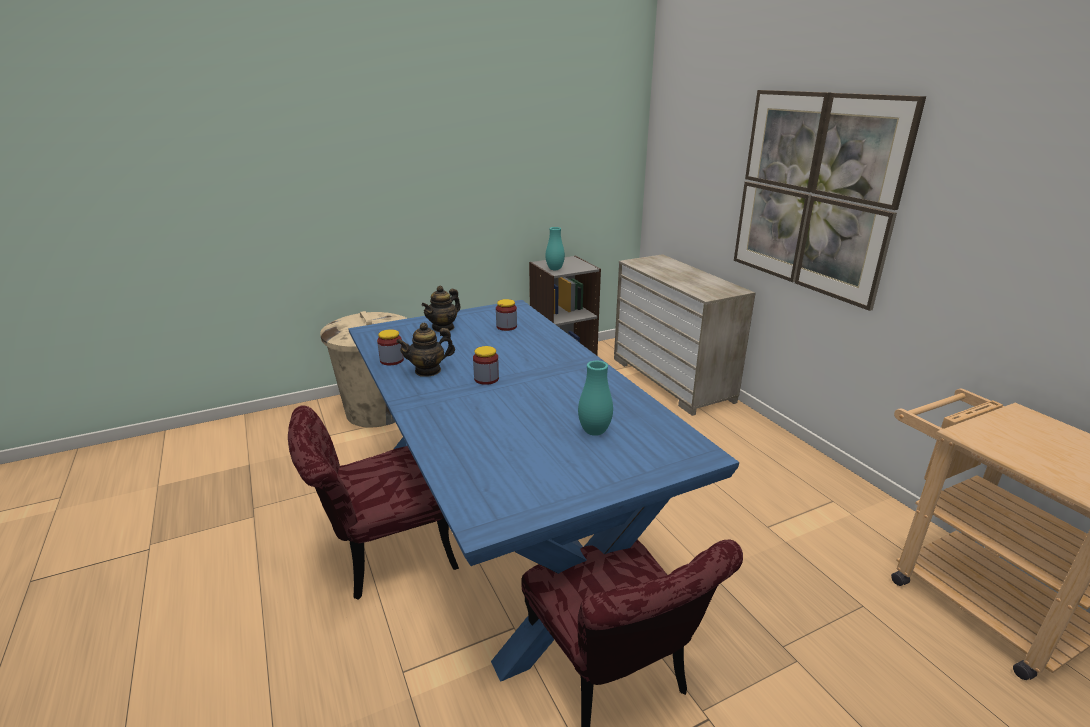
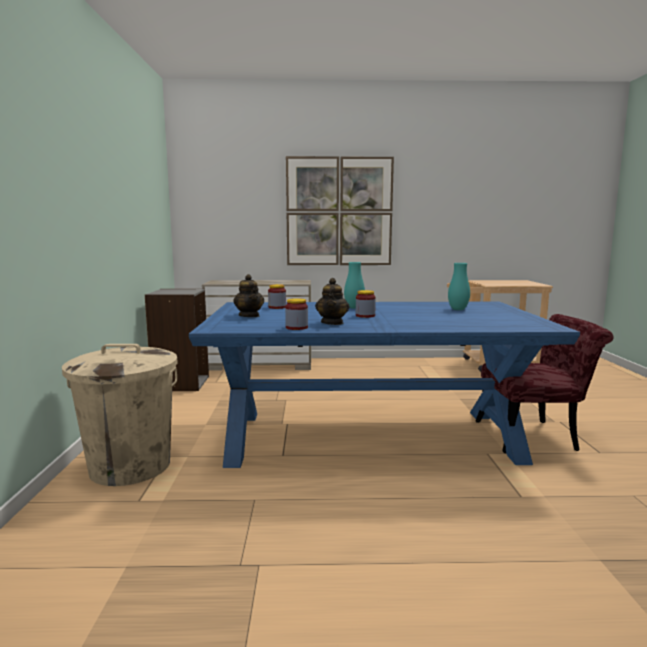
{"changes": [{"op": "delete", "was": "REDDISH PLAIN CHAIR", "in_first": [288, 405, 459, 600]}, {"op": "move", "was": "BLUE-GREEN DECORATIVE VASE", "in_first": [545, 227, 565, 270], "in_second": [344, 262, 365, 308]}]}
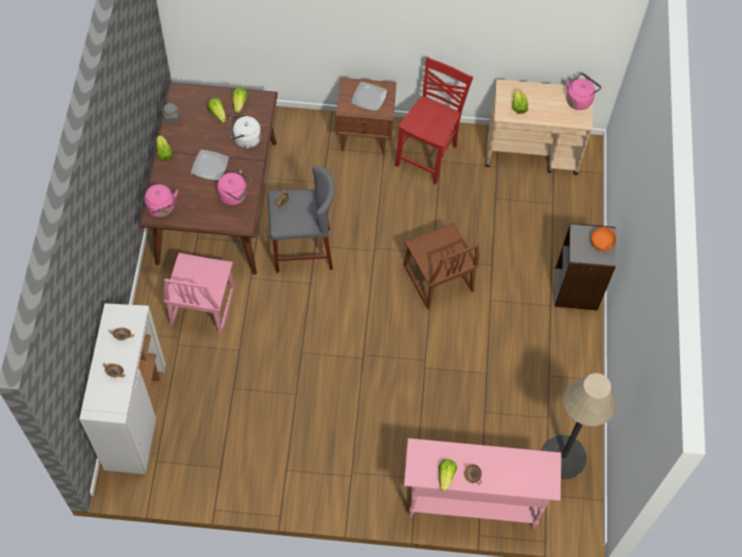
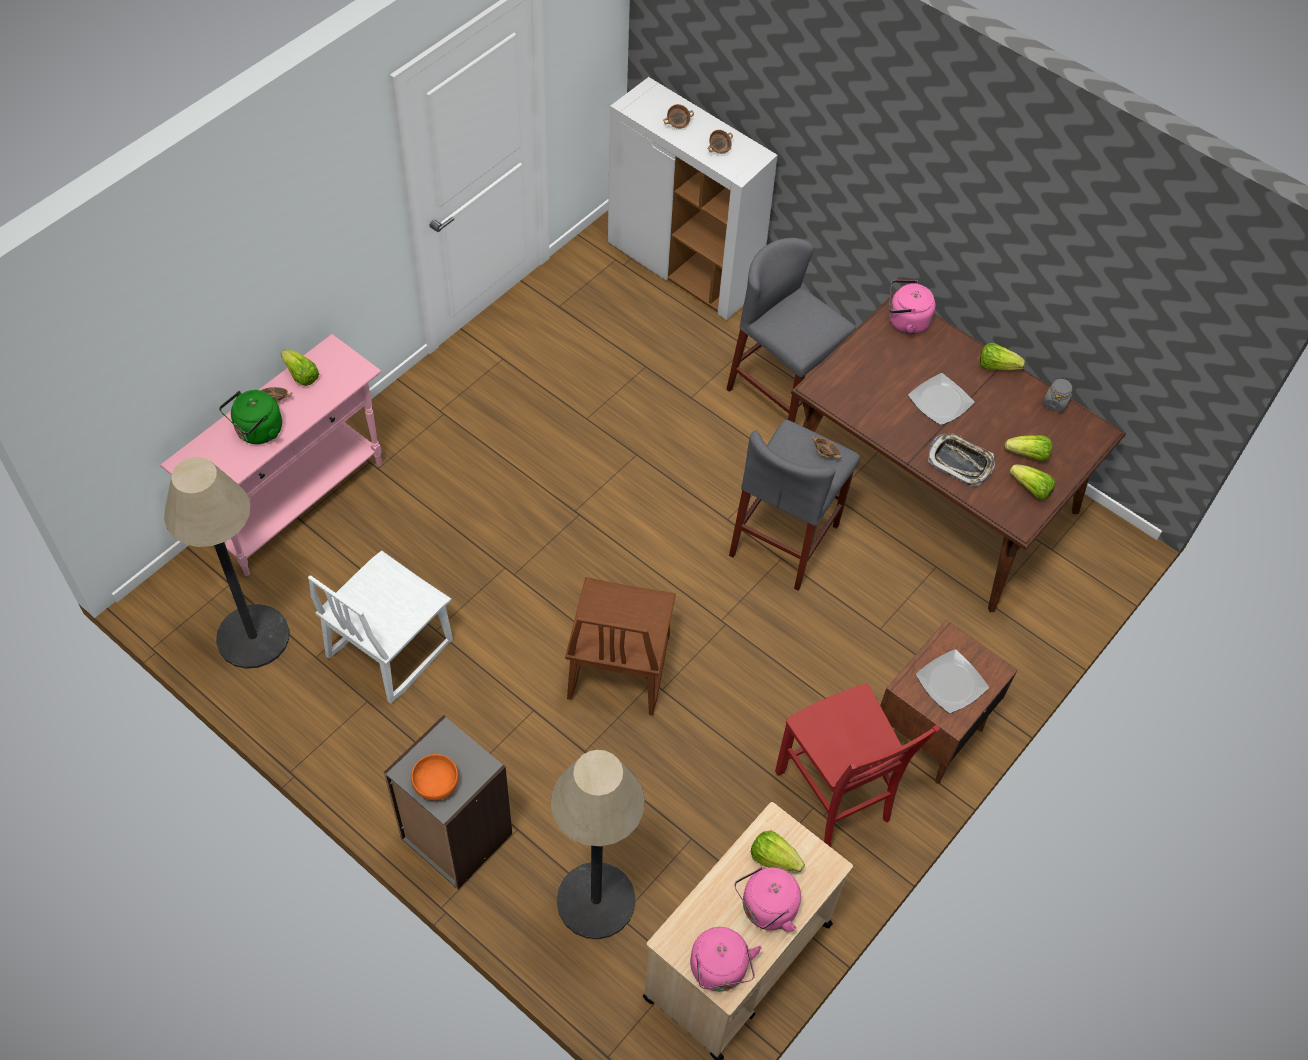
{"changes": [{"op": "insert", "now": "GREEN-COLOURED TEA KETTLE", "in_second": [219, 390, 282, 444]}, {"op": "insert", "now": "WHITE PLAIN CHAIR", "in_second": [308, 551, 453, 704]}, {"op": "insert", "now": "FLOOR LAMP", "in_second": [551, 750, 645, 939]}, {"op": "move", "was": "PINKISH TEA KETTLE", "in_first": [217, 170, 251, 205], "in_second": [735, 867, 801, 932]}, {"op": "replace", "was": "PINKISH PLAIN CHAIR", "now": "GREYISH STOOL", "in_first": [164, 253, 235, 335], "in_second": [726, 238, 856, 423]}, {"op": "replace", "was": "WHITE TEA KETTLE", "now": "CARRYING TRAY", "in_first": [230, 114, 261, 149], "in_second": [928, 433, 995, 486]}, {"op": "rotate", "was": "BROWNISH PLAIN CHAIR", "in_first": [404, 223, 479, 310], "in_second": [565, 577, 676, 715], "clockwise": -90}]}
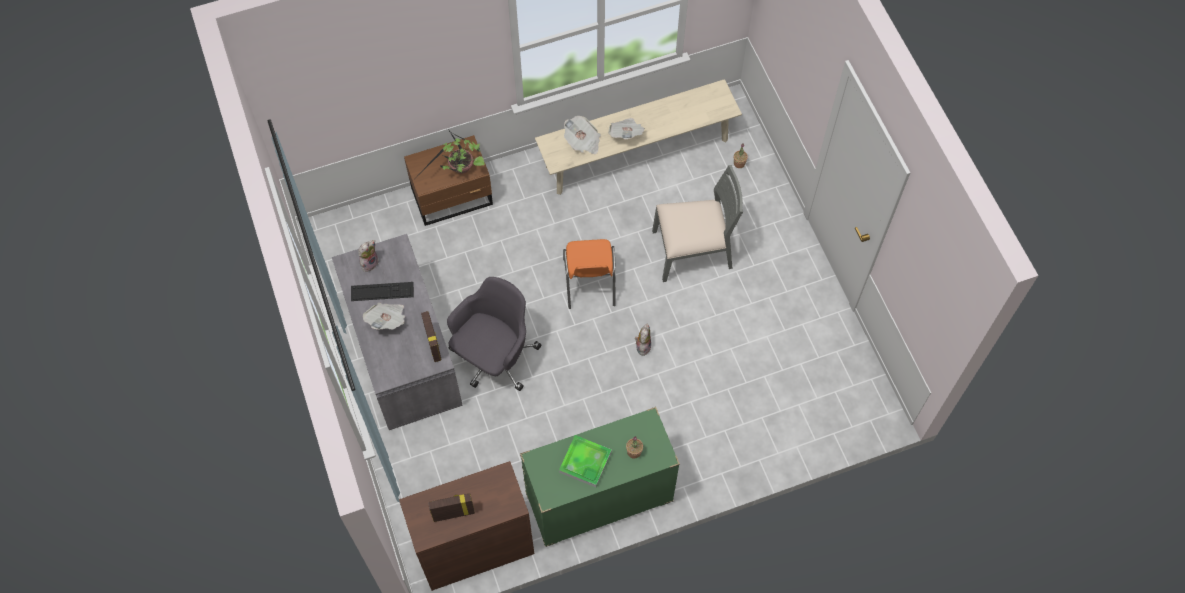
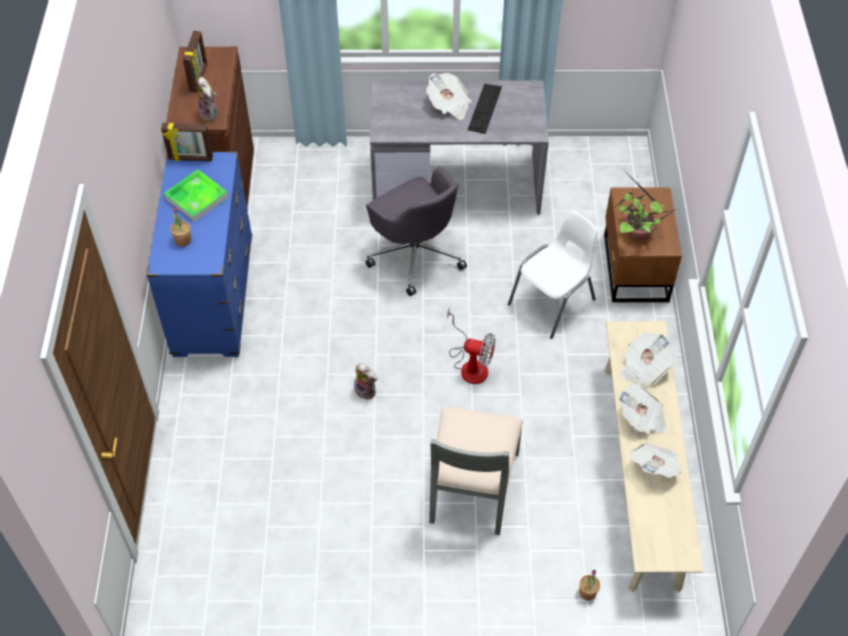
{"changes": [{"op": "insert", "now": "WHITE PLAIN CHAIR", "in_second": [508, 211, 598, 339]}, {"op": "insert", "now": "DAILY PAPER", "in_second": [630, 442, 682, 478]}, {"op": "move", "was": "PLUSH TOY", "in_first": [358, 240, 379, 272], "in_second": [197, 77, 217, 121]}, {"op": "move", "was": "PICTURE FRAME", "in_first": [421, 311, 441, 362], "in_second": [161, 123, 213, 161]}, {"op": "replace", "was": "ORANGE-COLOURED PLAIN CHAIR", "now": "COOLING FAN", "in_first": [563, 239, 616, 309], "in_second": [447, 307, 495, 384]}, {"op": "recolor", "was": "GREEN-COLOURED CHEST OF DRAWERS", "now": "BLUE CHEST OF DRAWERS", "in_first": [520, 407, 680, 547], "in_second": [146, 151, 252, 357]}]}
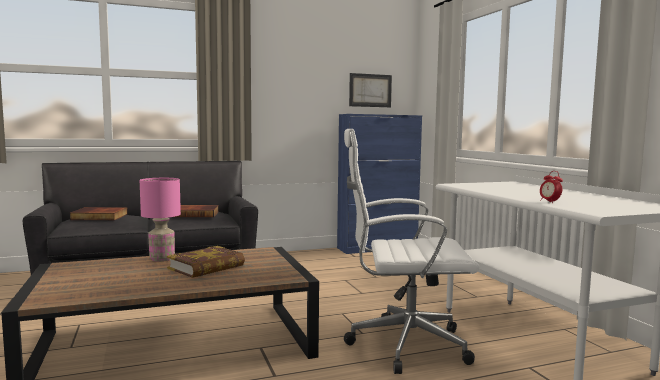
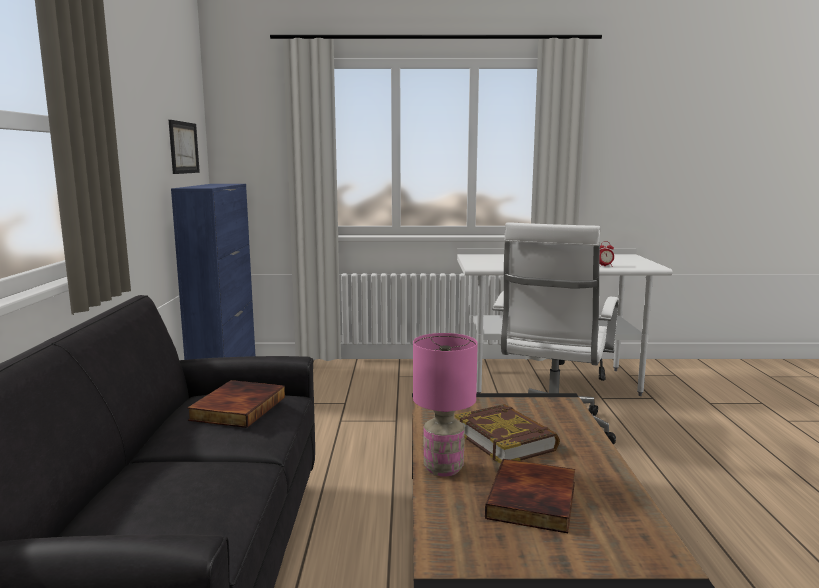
{"changes": [{"op": "move", "was": "BOUND BOOK", "in_first": [70, 207, 128, 220], "in_second": [485, 459, 575, 533]}]}
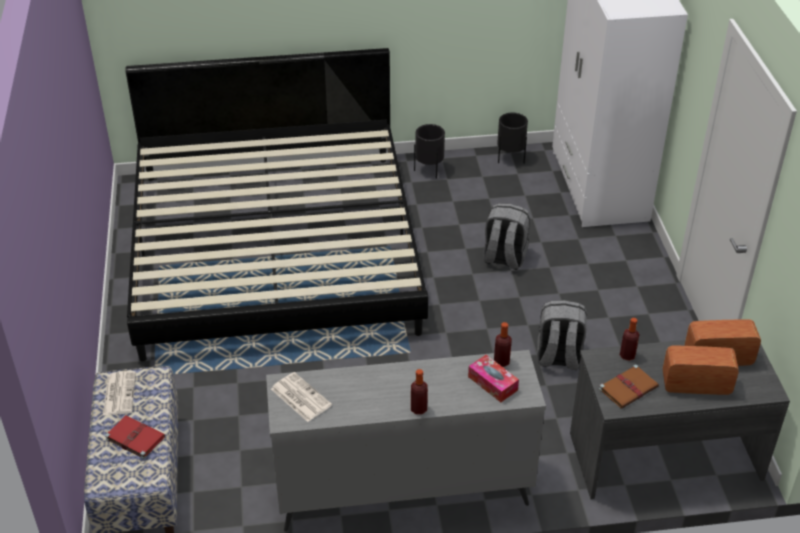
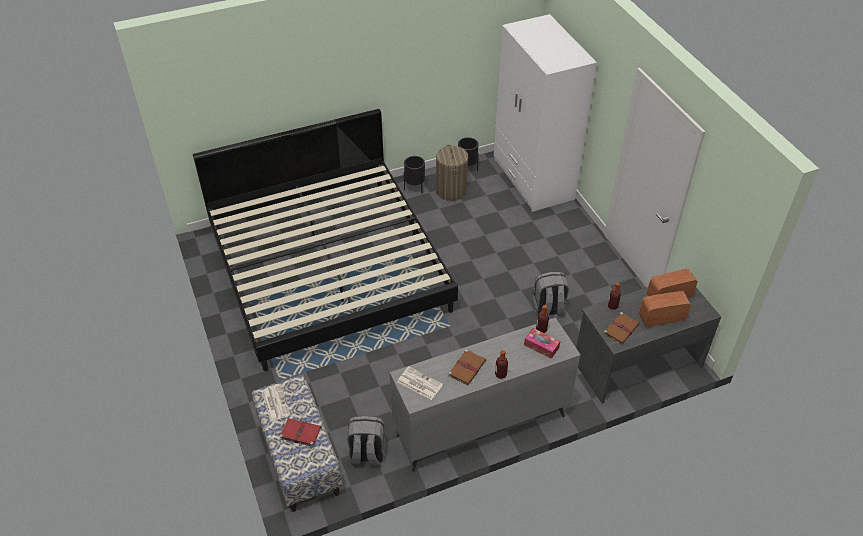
{"changes": [{"op": "insert", "now": "LAUNDRY BASKET", "in_second": [436, 145, 468, 201]}, {"op": "insert", "now": "BROWNISH BOUND BOOK", "in_second": [448, 349, 486, 385]}, {"op": "move", "was": "GREYISH BACKPACK", "in_first": [483, 203, 530, 270], "in_second": [347, 416, 386, 466]}]}
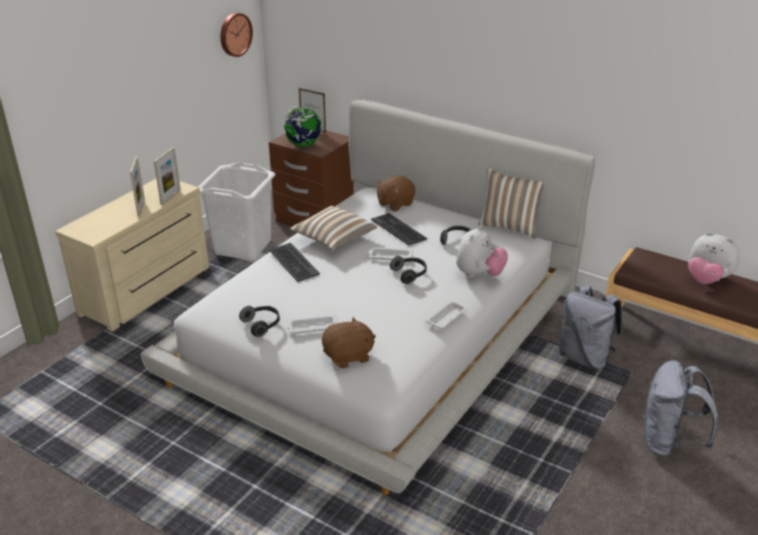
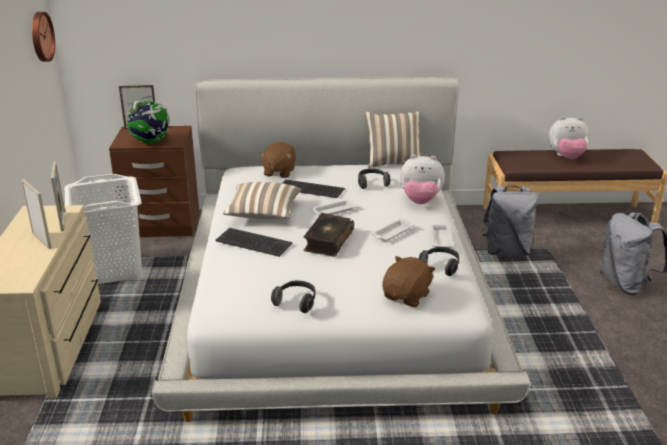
{"changes": [{"op": "insert", "now": "BOUND BOOK", "in_second": [303, 213, 354, 257]}, {"op": "move", "was": "WHITE CARRYING TRAY", "in_first": [287, 315, 338, 334], "in_second": [372, 218, 415, 241]}, {"op": "move", "was": "HEADPHONES", "in_first": [390, 256, 427, 284], "in_second": [418, 247, 459, 276]}, {"op": "rotate", "was": "PLUSH TOY", "in_first": [456, 226, 508, 278], "in_second": [400, 155, 445, 204], "clockwise": 105}]}
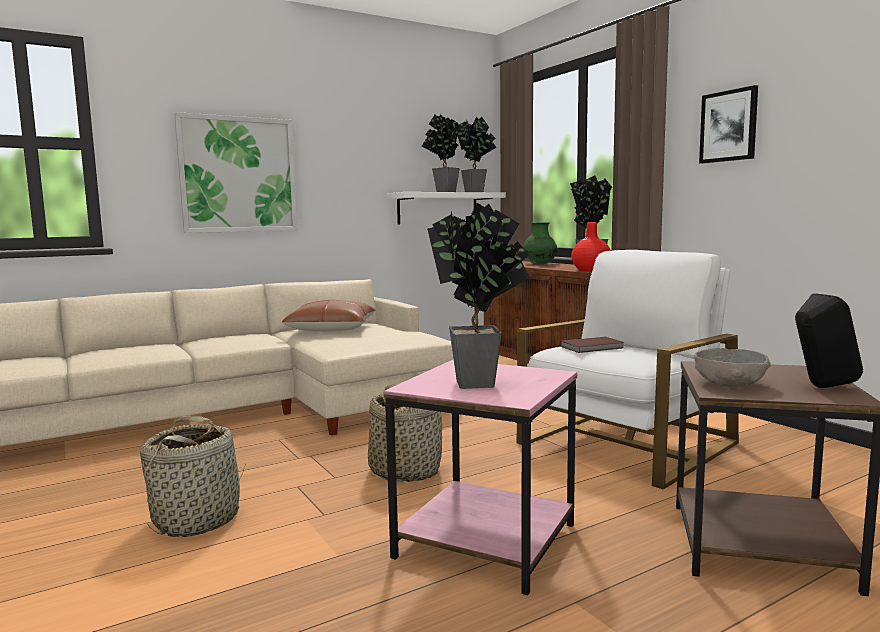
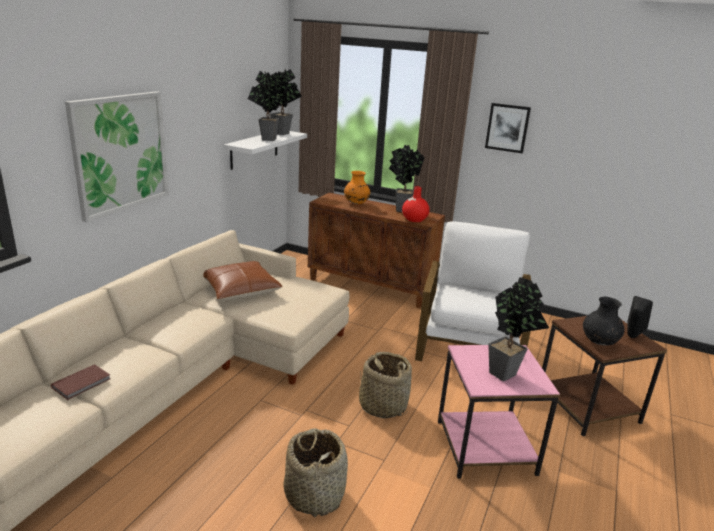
{"changes": [{"op": "move", "was": "BROWNISH BOUND BOOK", "in_first": [560, 337, 624, 353], "in_second": [51, 364, 110, 400]}, {"op": "replace", "was": "GREYISH SERVING BOWL", "now": "BLACK-COLOURED DECORATIVE VASE", "in_first": [695, 348, 771, 387], "in_second": [583, 297, 625, 346]}, {"op": "recolor", "was": "GREEN-COLOURED DECORATIVE VASE", "now": "ORANGE-COLOURED DECORATIVE VASE", "in_first": [523, 222, 557, 265], "in_second": [344, 171, 370, 204]}]}
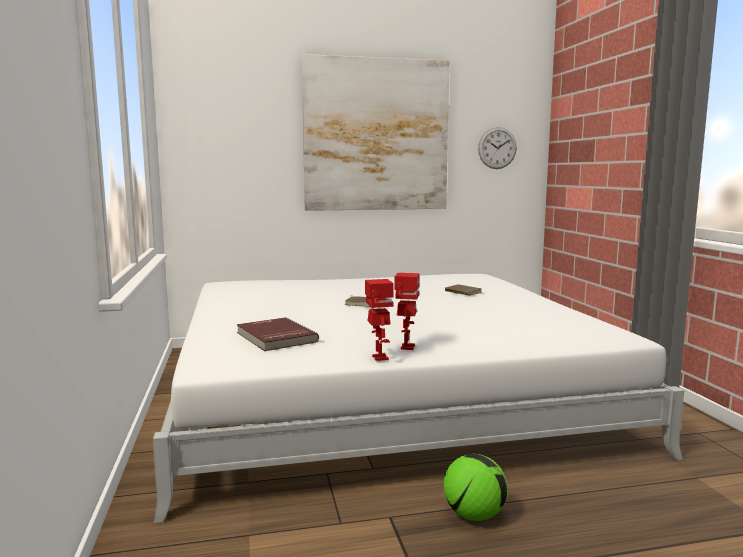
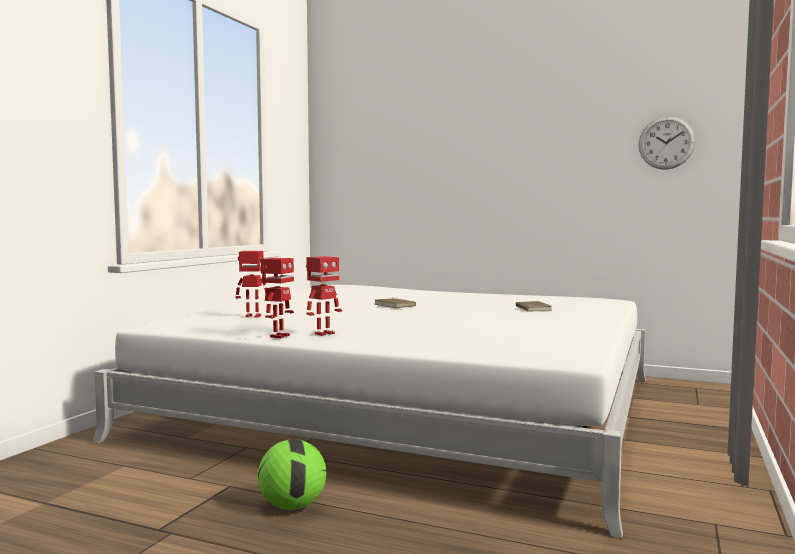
{"changes": [{"op": "delete", "was": "PICTURE", "in_first": [302, 54, 449, 211]}, {"op": "replace", "was": "REDDISH BOUND BOOK", "now": "TOY ROBOT", "in_first": [237, 317, 319, 351], "in_second": [236, 251, 266, 317]}]}
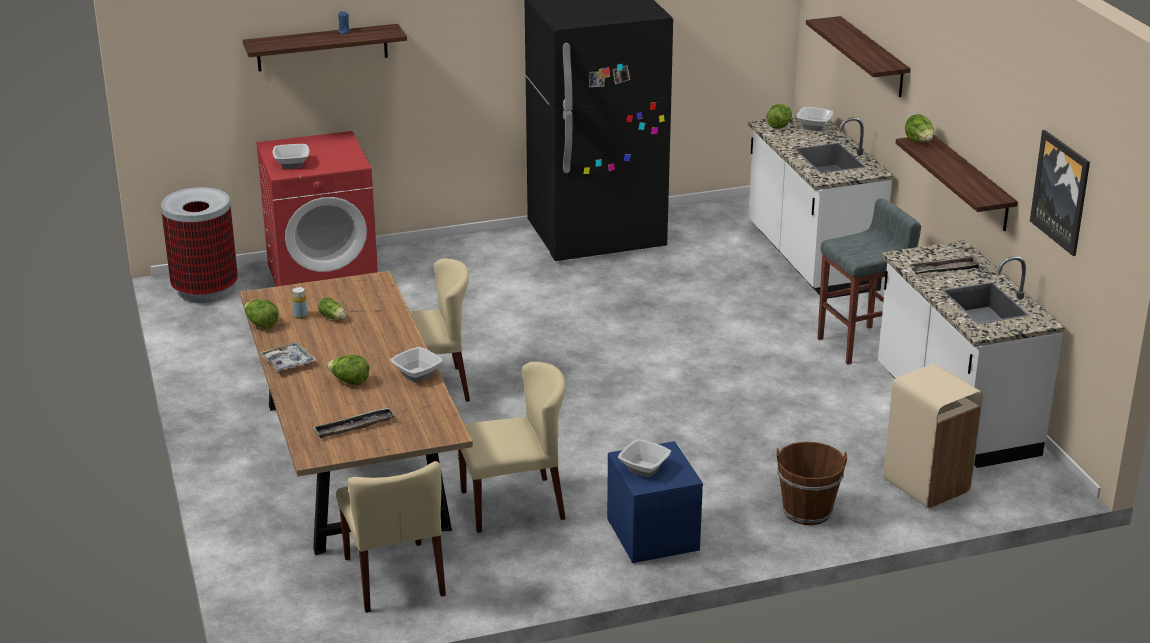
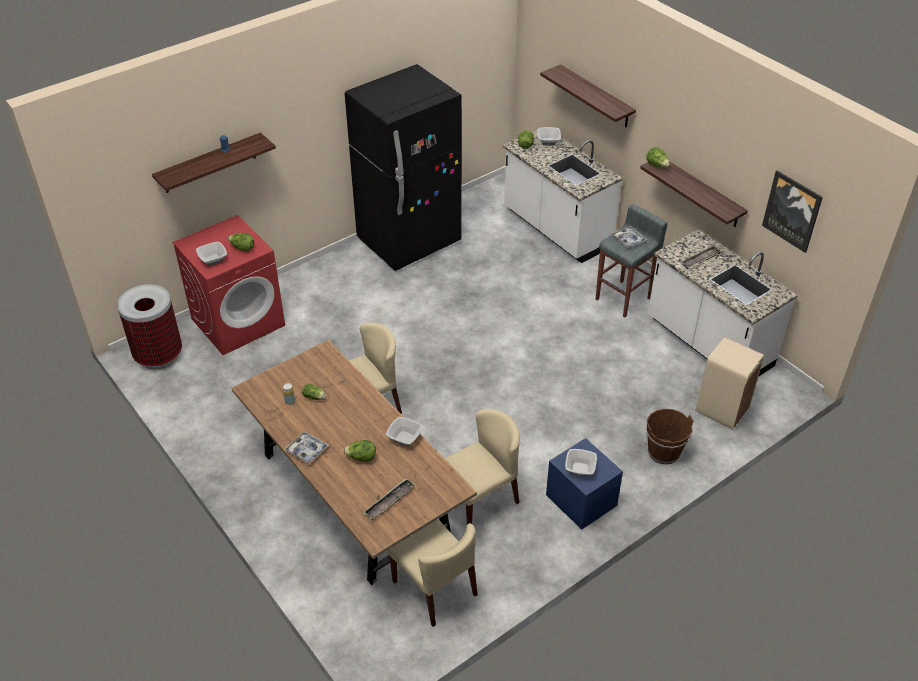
{"changes": [{"op": "insert", "now": "CARRYING TRAY", "in_second": [611, 226, 647, 248]}, {"op": "move", "was": "HEAD OF LETTUCE", "in_first": [244, 299, 279, 329], "in_second": [228, 233, 254, 252]}]}
